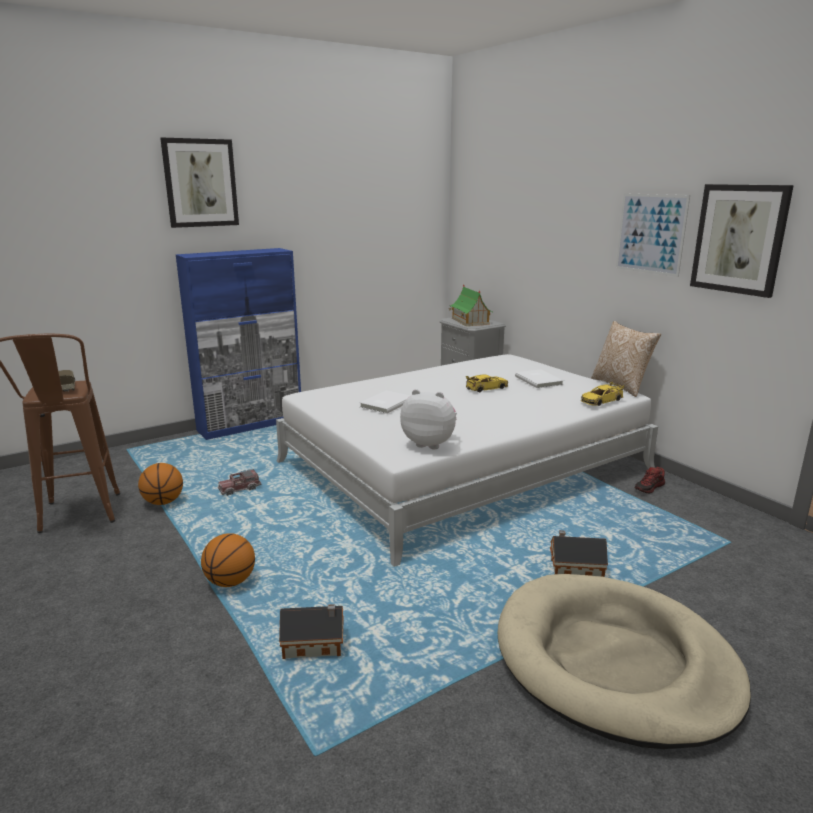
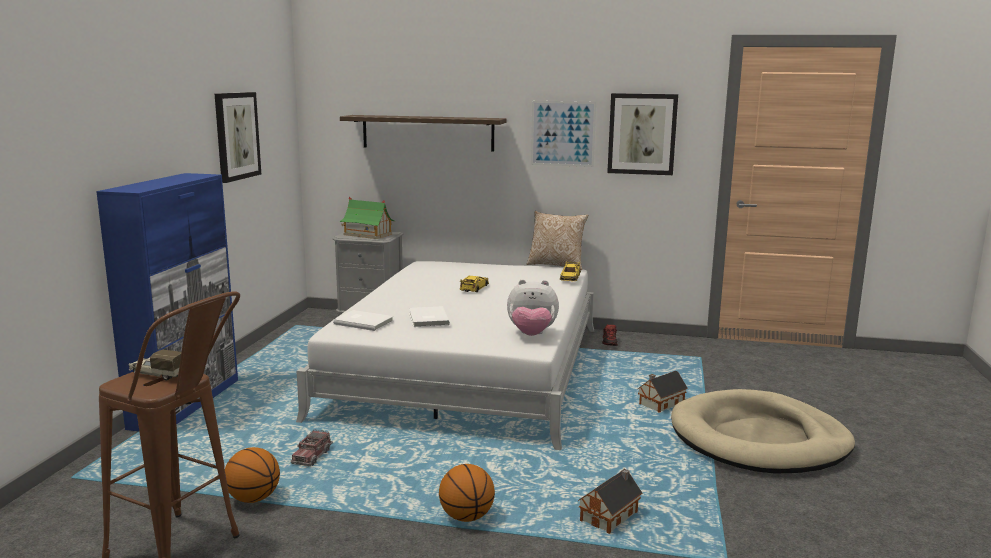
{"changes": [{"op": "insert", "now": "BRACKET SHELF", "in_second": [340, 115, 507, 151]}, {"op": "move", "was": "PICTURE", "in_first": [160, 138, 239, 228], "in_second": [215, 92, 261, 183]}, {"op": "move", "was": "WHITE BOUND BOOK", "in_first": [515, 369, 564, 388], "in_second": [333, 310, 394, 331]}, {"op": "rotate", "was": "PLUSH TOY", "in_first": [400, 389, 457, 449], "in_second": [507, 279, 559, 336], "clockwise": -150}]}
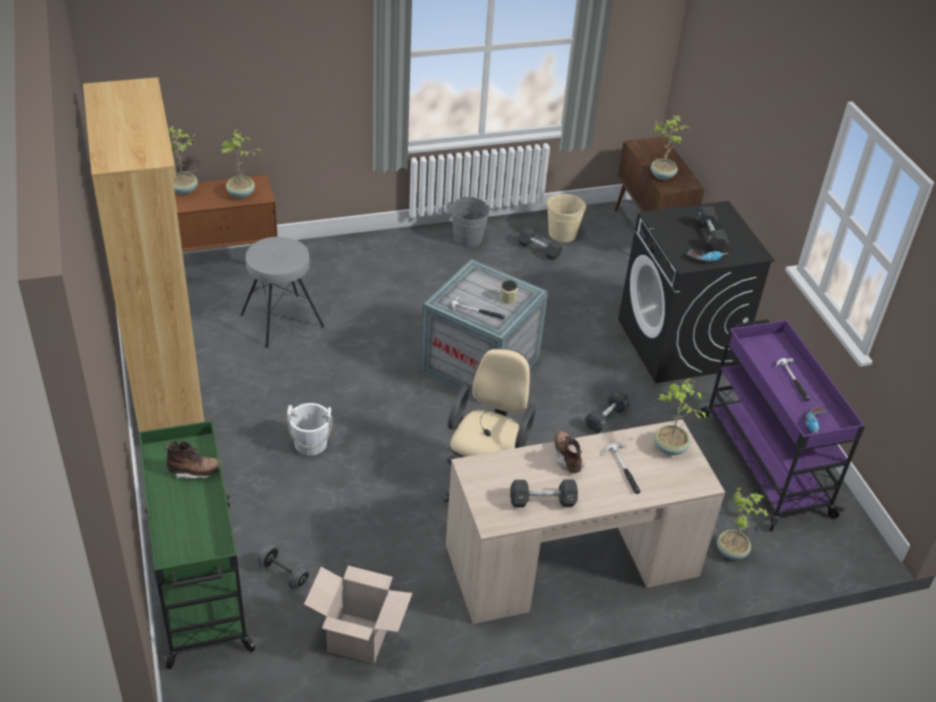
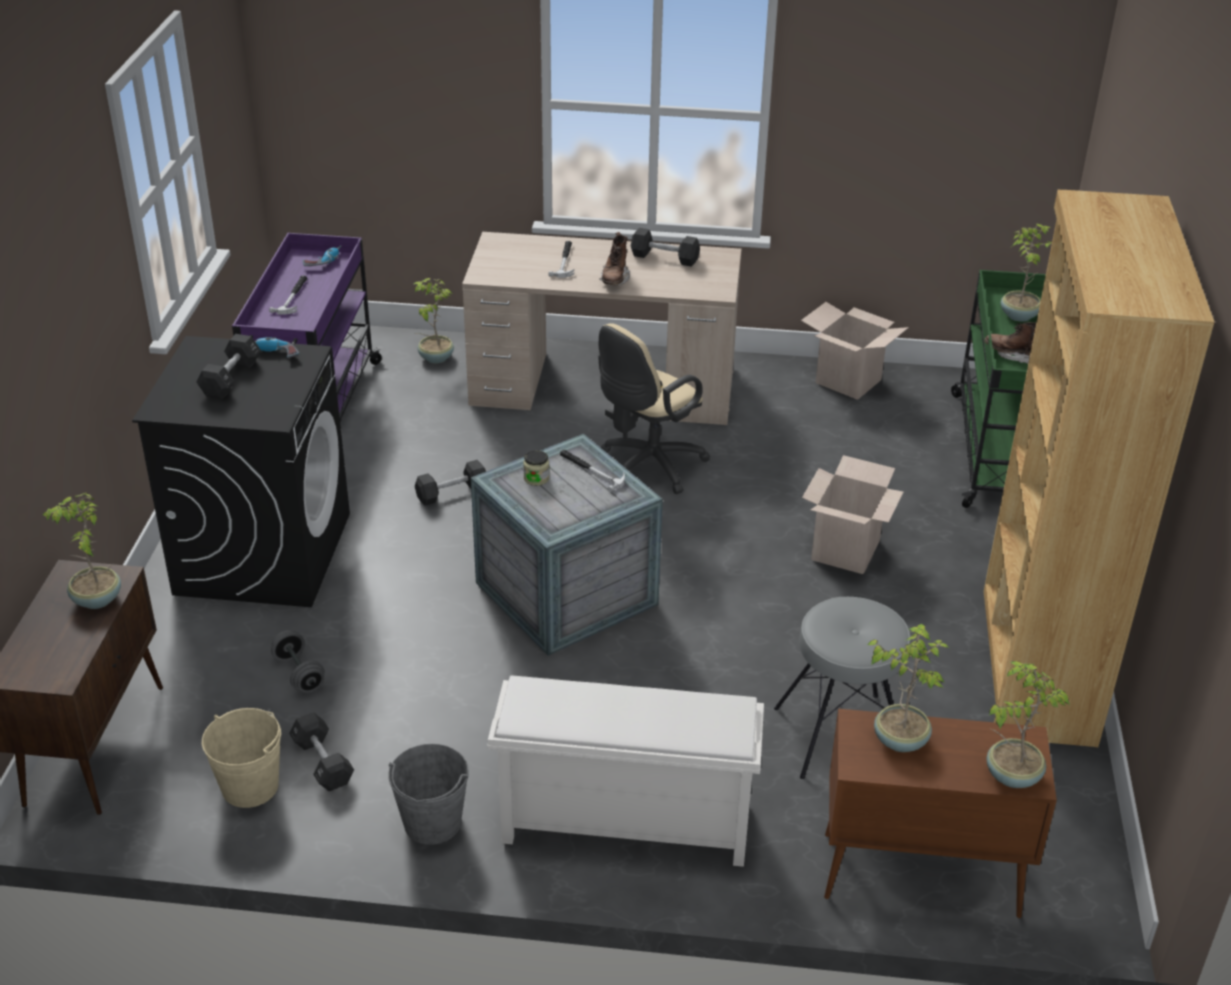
{"changes": [{"op": "insert", "now": "WHITE SHOE STAND", "in_second": [487, 675, 764, 867]}, {"op": "move", "was": "GREYISH FREE WEIGHT", "in_first": [257, 545, 310, 589], "in_second": [271, 630, 325, 693]}, {"op": "move", "was": "POTTED PLANT", "in_first": [654, 378, 706, 455], "in_second": [1001, 224, 1052, 322]}, {"op": "replace", "was": "WHITE PAIL", "now": "CARTON", "in_first": [286, 403, 333, 456], "in_second": [802, 455, 903, 574]}]}
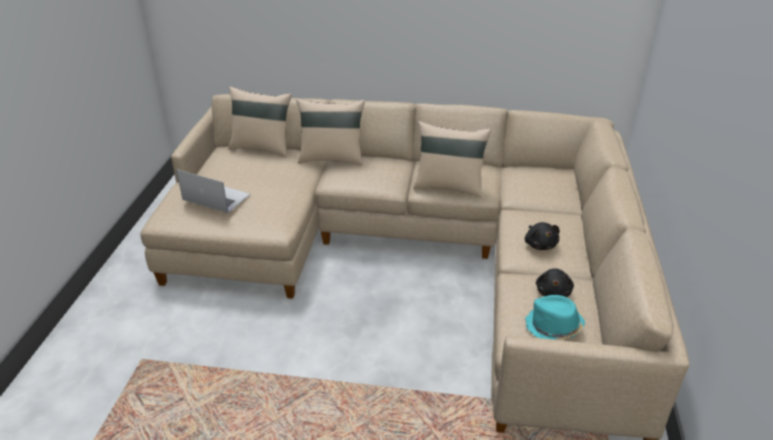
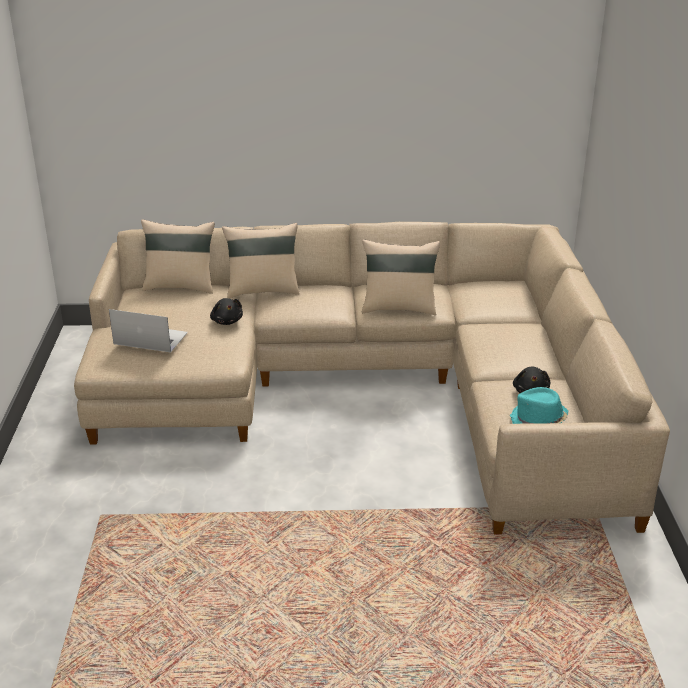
{"changes": [{"op": "move", "was": "BLACK-COLOURED PLUSH TOY", "in_first": [525, 222, 560, 250], "in_second": [210, 298, 243, 325]}]}
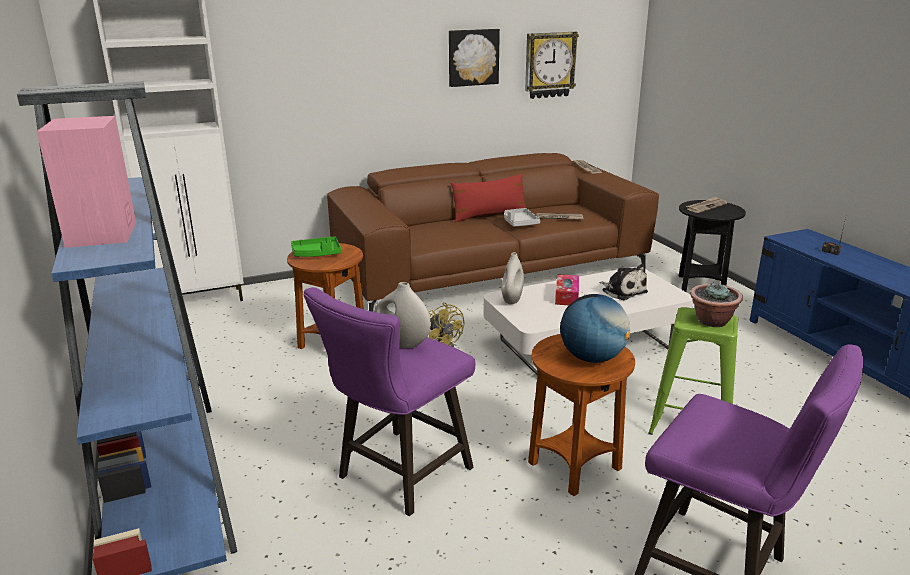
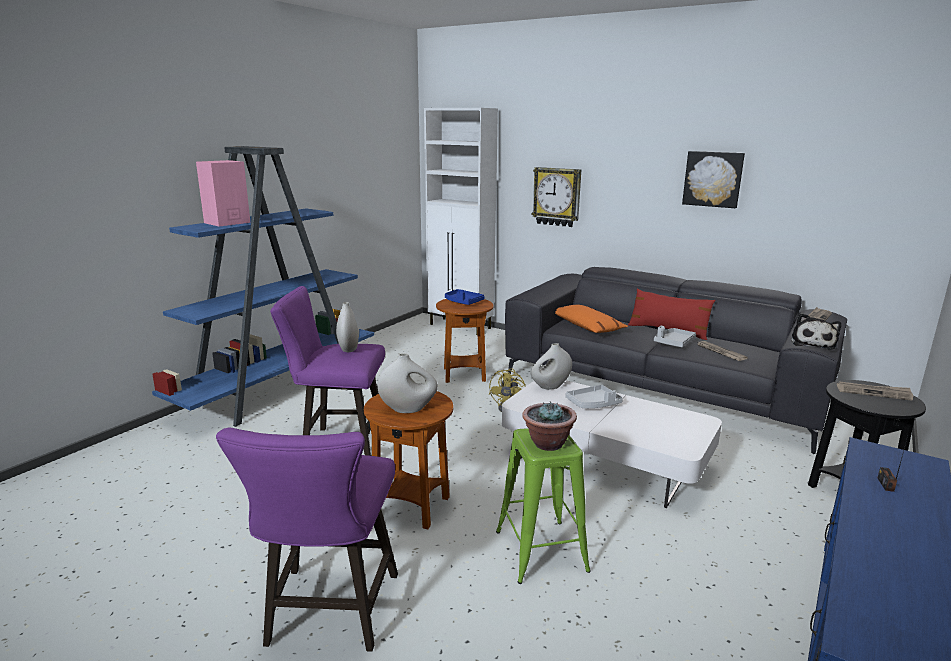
{"changes": [{"op": "insert", "now": "ORANGE-COLOURED PILLOW", "in_second": [555, 305, 628, 333]}, {"op": "move", "was": "CLOCK ON THE WALL", "in_first": [525, 32, 579, 99], "in_second": [532, 167, 581, 227]}, {"op": "move", "was": "PLUSH TOY", "in_first": [599, 264, 648, 300], "in_second": [791, 313, 841, 350]}, {"op": "replace", "was": "BOX OF TISSUES", "now": "GREYISH CARRYING TRAY", "in_first": [555, 274, 579, 305], "in_second": [565, 385, 623, 408]}, {"op": "replace", "was": "GLOBE", "now": "WHITE DECORATIVE VASE", "in_first": [560, 294, 630, 363], "in_second": [378, 353, 438, 413]}, {"op": "recolor", "was": "GREEN-COLOURED CARRYING TRAY", "now": "BLUE CARRYING TRAY", "in_first": [291, 236, 342, 257], "in_second": [445, 289, 485, 305]}, {"op": "recolor", "was": "BROWNISH COUCH", "now": "GREYISH COUCH", "in_first": [327, 153, 659, 312], "in_second": [505, 267, 847, 454]}]}
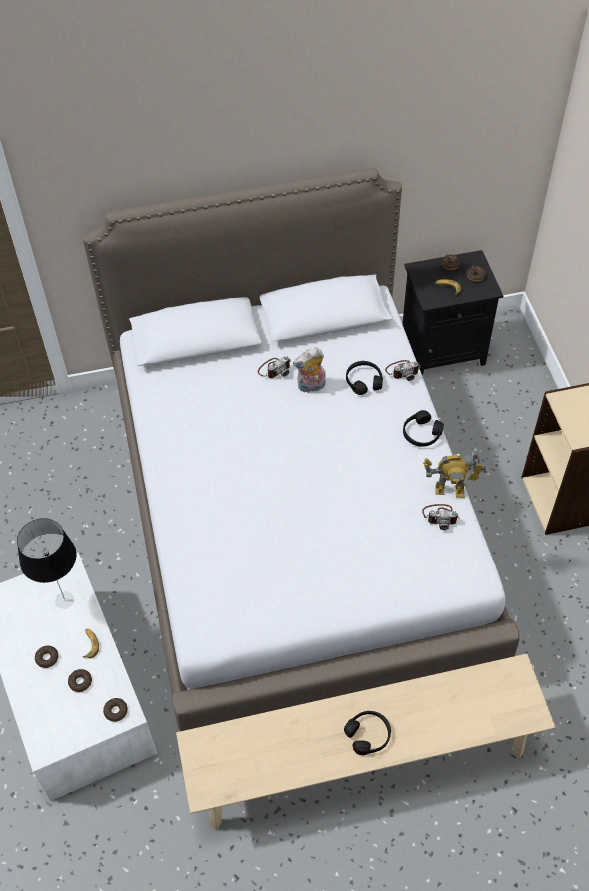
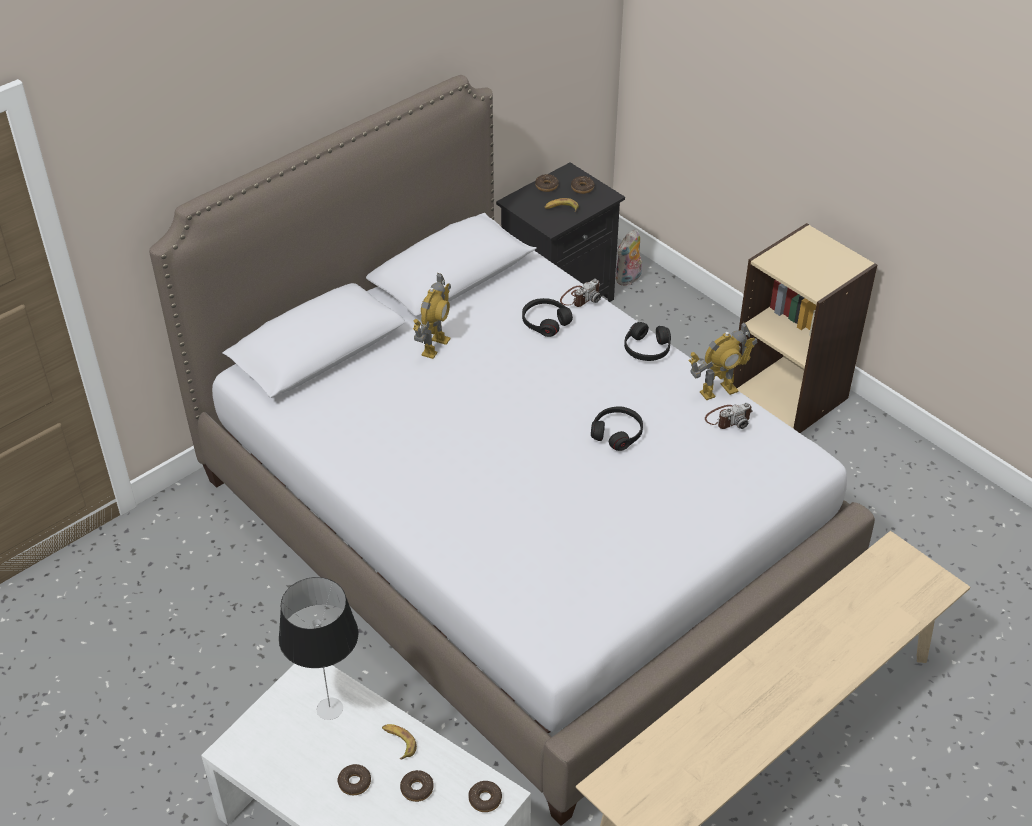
{"changes": [{"op": "move", "was": "PLUSH TOY", "in_first": [293, 347, 326, 393], "in_second": [615, 229, 642, 286]}, {"op": "move", "was": "BLACK-COLOURED HEADPHONES", "in_first": [344, 711, 391, 755], "in_second": [591, 407, 643, 451]}, {"op": "replace", "was": "PHOTO CAMERA", "now": "TOY ROBOT", "in_first": [258, 356, 291, 378], "in_second": [413, 273, 451, 359]}]}
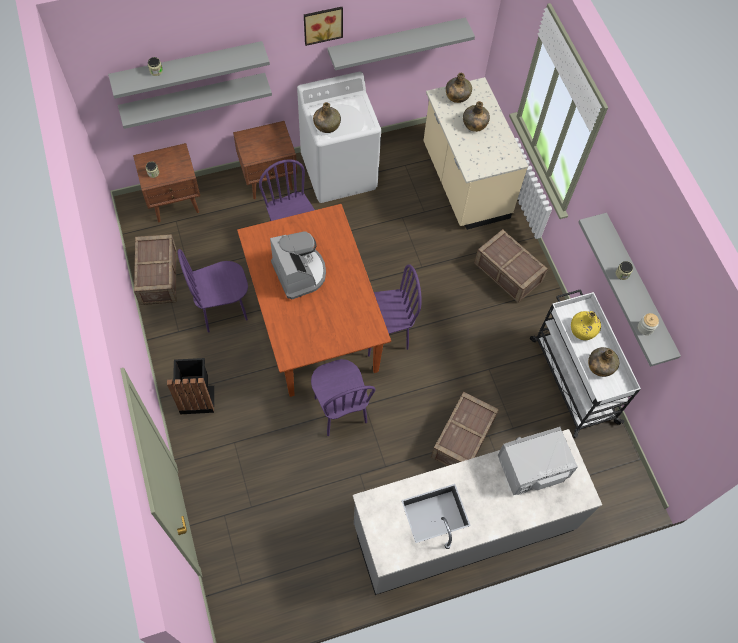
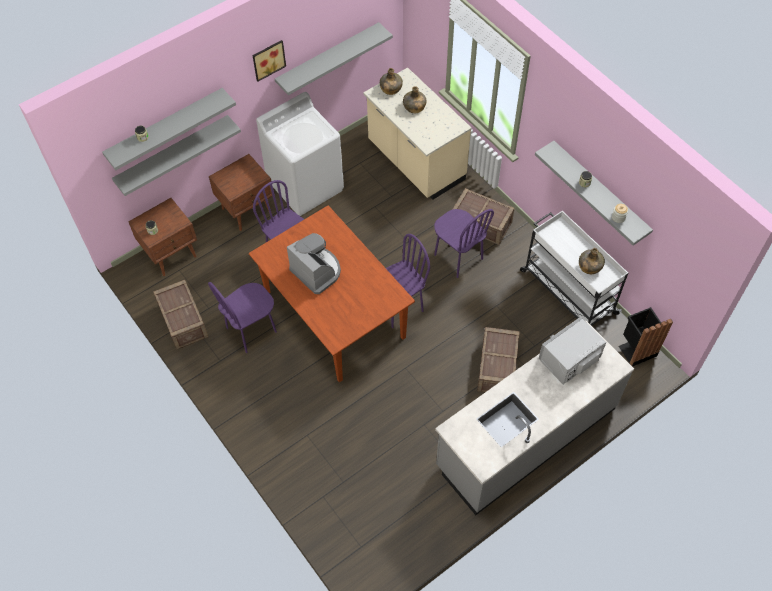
{"changes": [{"op": "delete", "was": "GREEN-COLOURED BEVERAGE BOTTLE", "in_first": [313, 102, 341, 133]}, {"op": "delete", "was": "YELLOWISH BEVERAGE BOTTLE", "in_first": [571, 311, 601, 340]}, {"op": "move", "was": "BLACK-COLOURED WASTE BIN", "in_first": [167, 358, 214, 414], "in_second": [619, 307, 673, 367]}, {"op": "move", "was": "PURPLISH PLAIN CHAIR", "in_first": [311, 359, 375, 436], "in_second": [434, 209, 494, 278]}]}
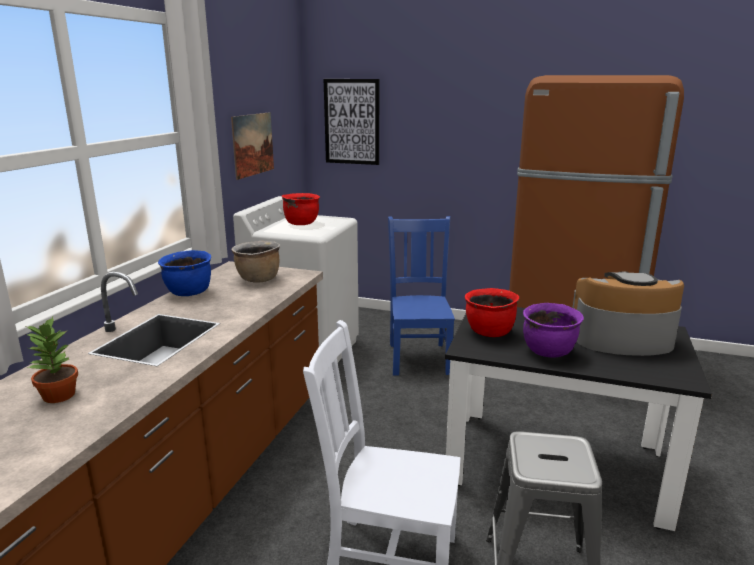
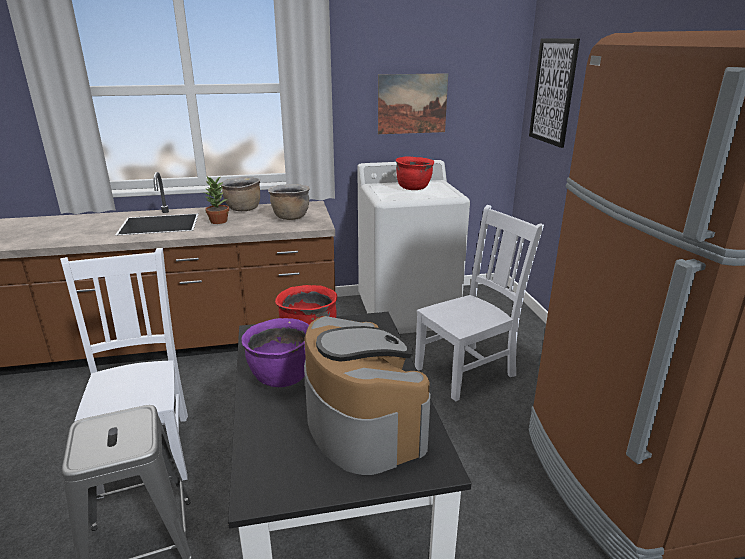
{"changes": [{"op": "move", "was": "POTTED PLANT", "in_first": [26, 317, 78, 403], "in_second": [204, 177, 229, 224]}, {"op": "recolor", "was": "BLUE SAUCEPOT", "now": "BROWNISH SAUCEPOT", "in_first": [158, 250, 211, 296], "in_second": [221, 177, 260, 211]}, {"op": "recolor", "was": "BLUE PLAIN CHAIR", "now": "WHITE PLAIN CHAIR", "in_first": [388, 216, 455, 376], "in_second": [415, 205, 544, 402]}]}
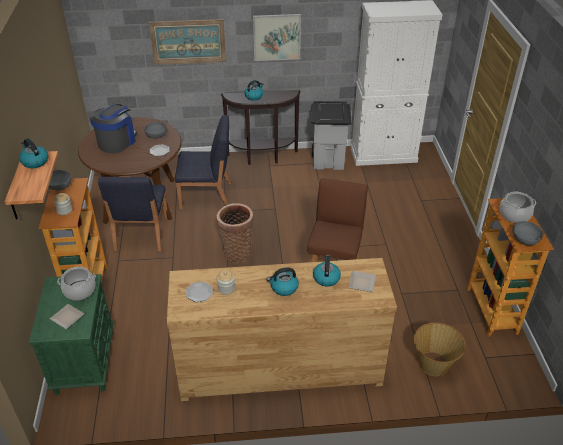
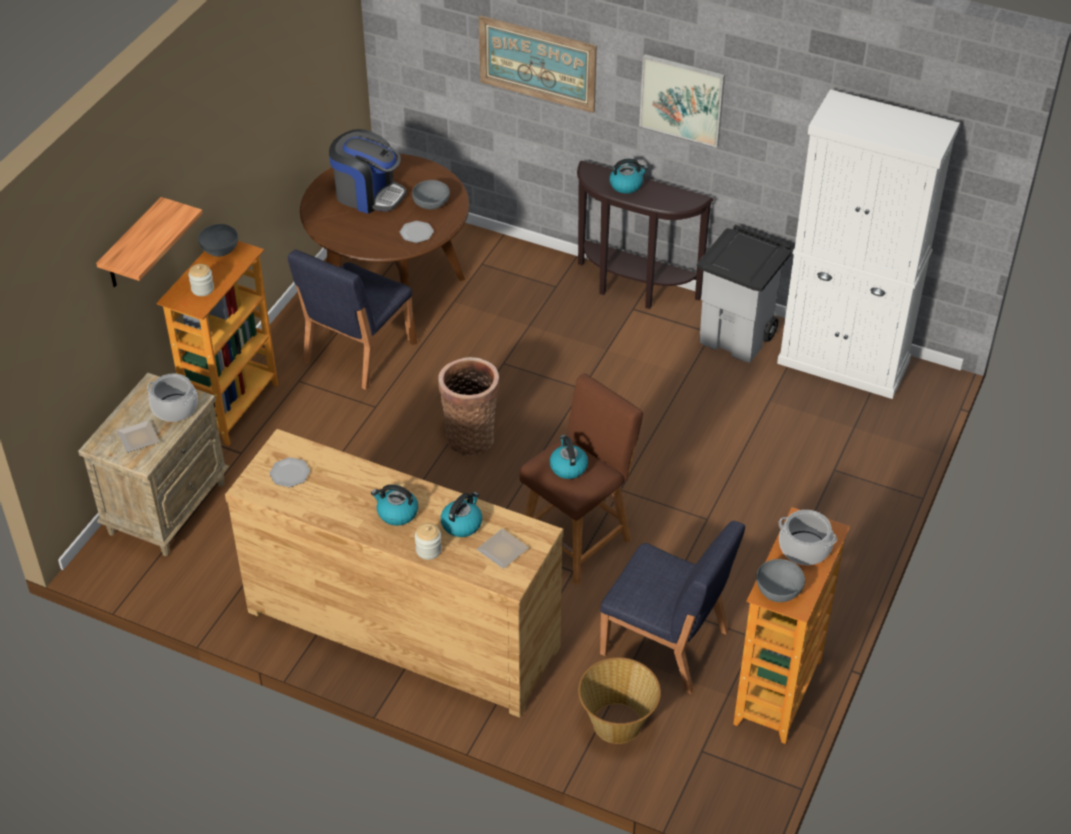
{"changes": [{"op": "move", "was": "TEA KETTLE", "in_first": [19, 138, 48, 168], "in_second": [549, 435, 588, 479]}, {"op": "move", "was": "BLUE PLAIN CHAIR", "in_first": [175, 115, 231, 209], "in_second": [600, 521, 745, 694]}, {"op": "move", "was": "JAR", "in_first": [217, 270, 235, 295], "in_second": [415, 523, 442, 560]}, {"op": "recolor", "was": "GREEN-COLOURED BEDSIDE TABLE", "now": "BEIGE BEDSIDE TABLE", "in_first": [29, 274, 114, 395], "in_second": [78, 373, 230, 556]}, {"op": "rotate", "was": "COFFEE BREWER", "in_first": [89, 104, 137, 153], "in_second": [329, 129, 407, 214], "clockwise": 60}]}
